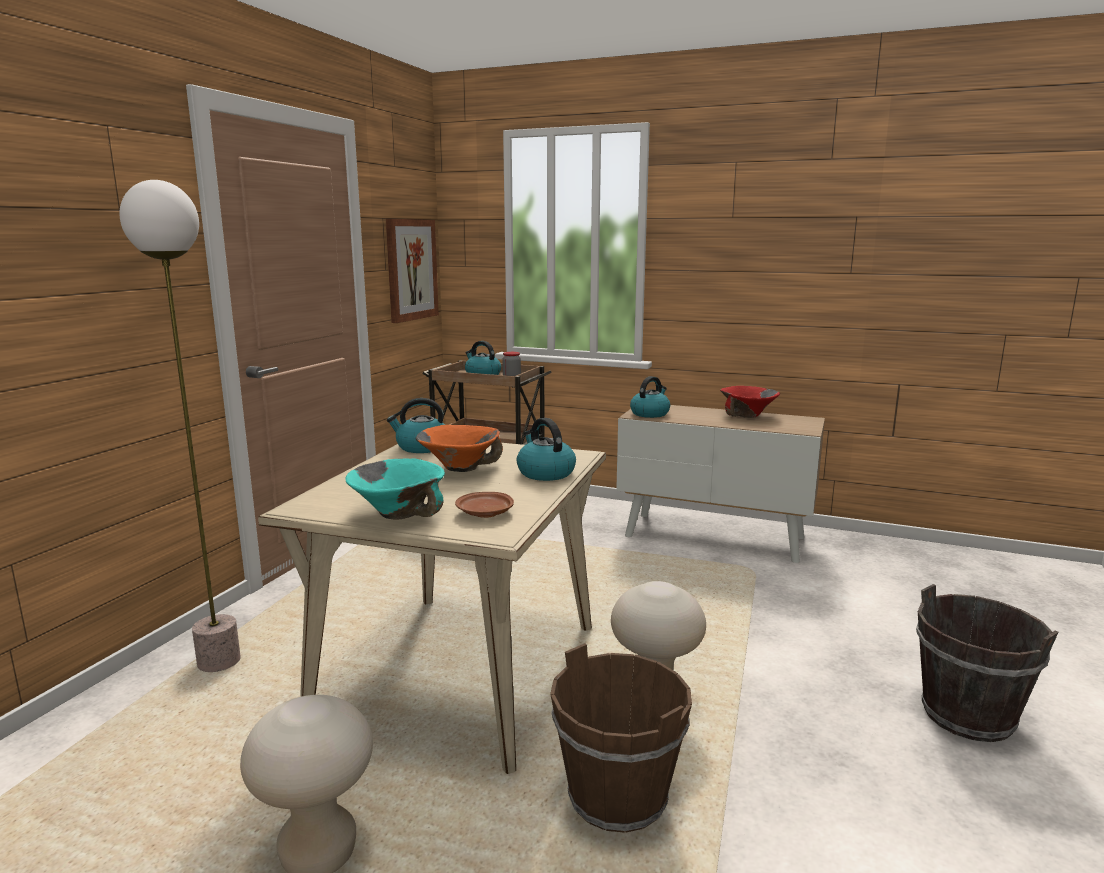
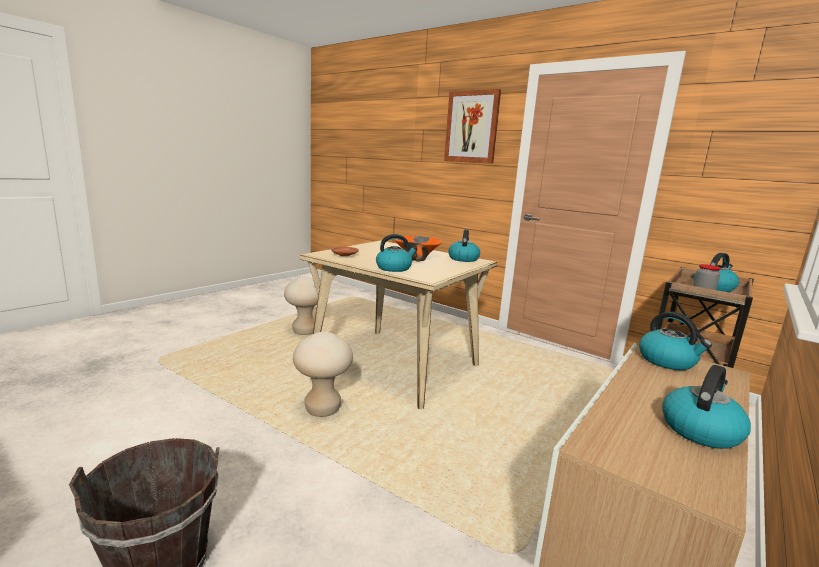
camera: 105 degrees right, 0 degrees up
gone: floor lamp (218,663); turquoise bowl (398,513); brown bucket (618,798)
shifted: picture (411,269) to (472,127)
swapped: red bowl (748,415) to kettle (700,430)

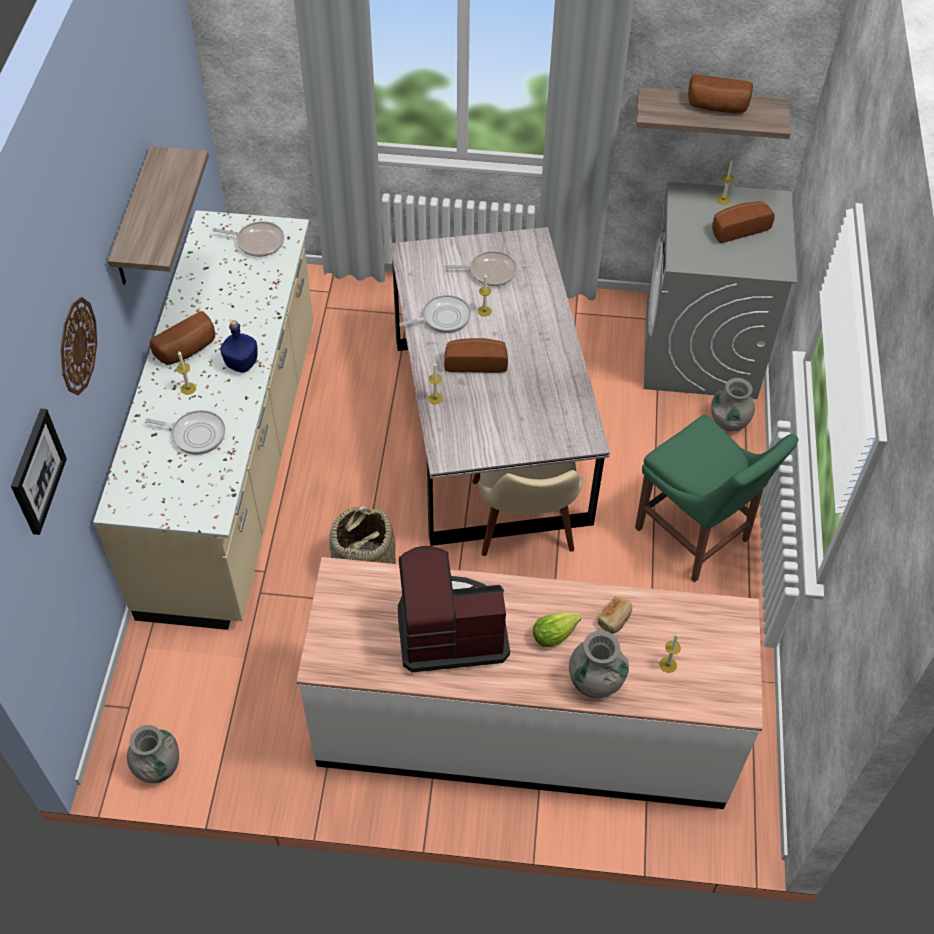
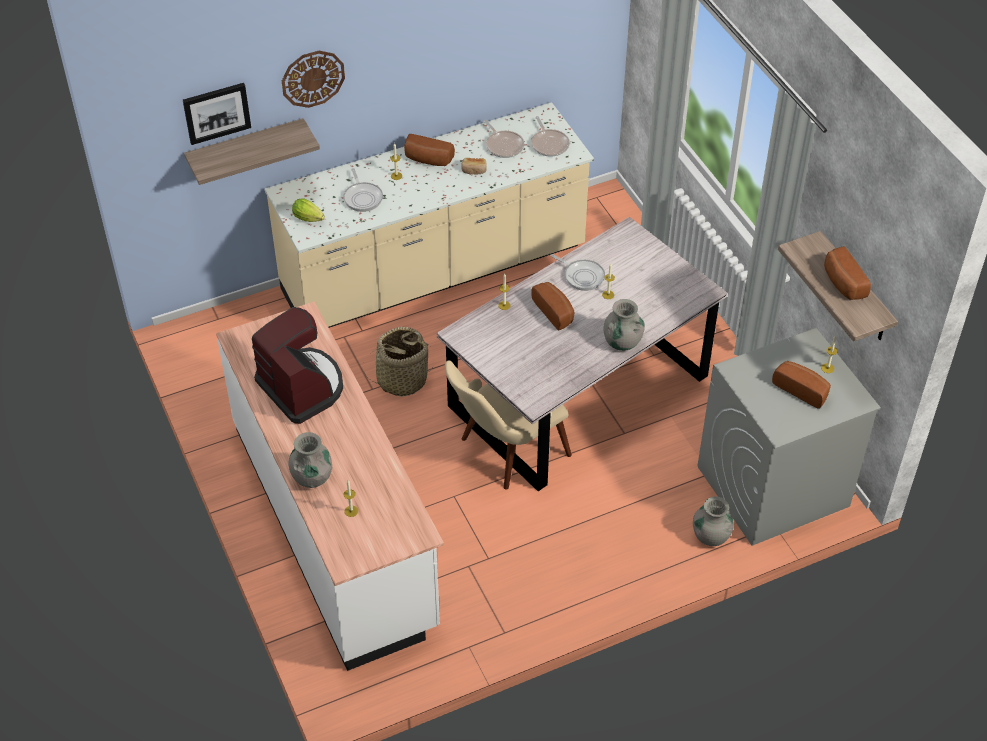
camera: 60 degrees right, 5 degrees down
gone: blue bottle (242,363); green chair (695,538)
shifted: shelf (134,220) to (246,149); lettuce (556,633) to (310,219); bread (615,619) to (474,170); frying pan (489,272) to (503,145); grey vase (158,766) to (622,342)

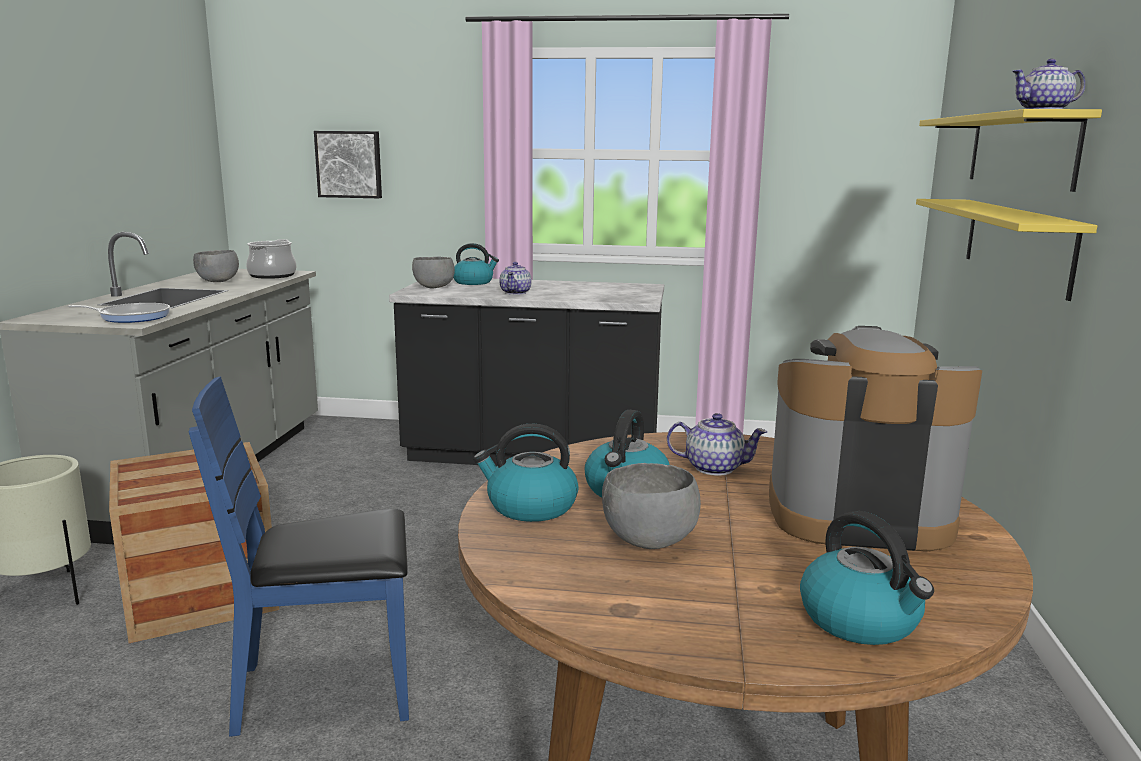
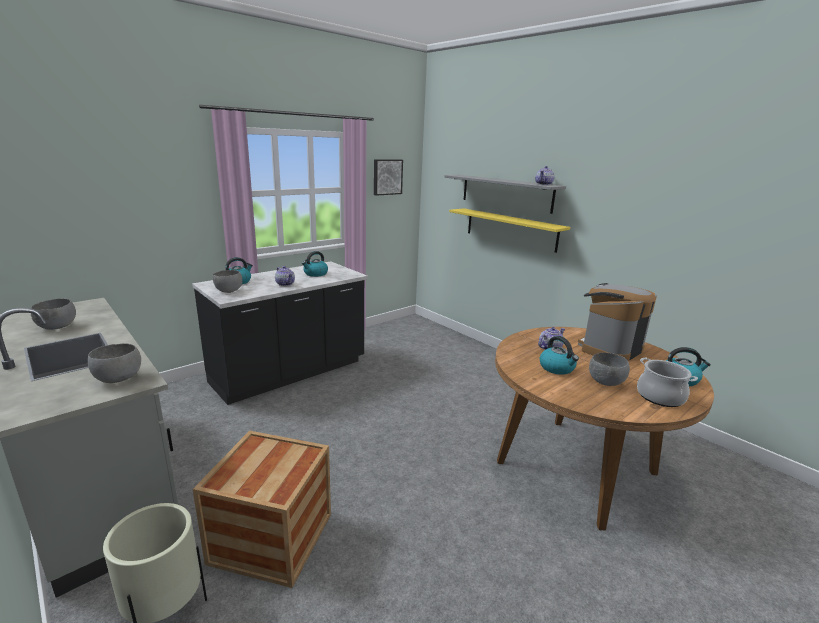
camera: 50 degrees left, 5 degrees up
gone: blue chair (327,689)
shifted: kettle (530,507) to (315,274); picture (349,164) to (387,177); cooking pot (272,275) to (660,397)
swapped: frying pan (131,317) to grey bowl (117,379)
repainted: yellow shelf (1020,150) to grey shelf (506,193)

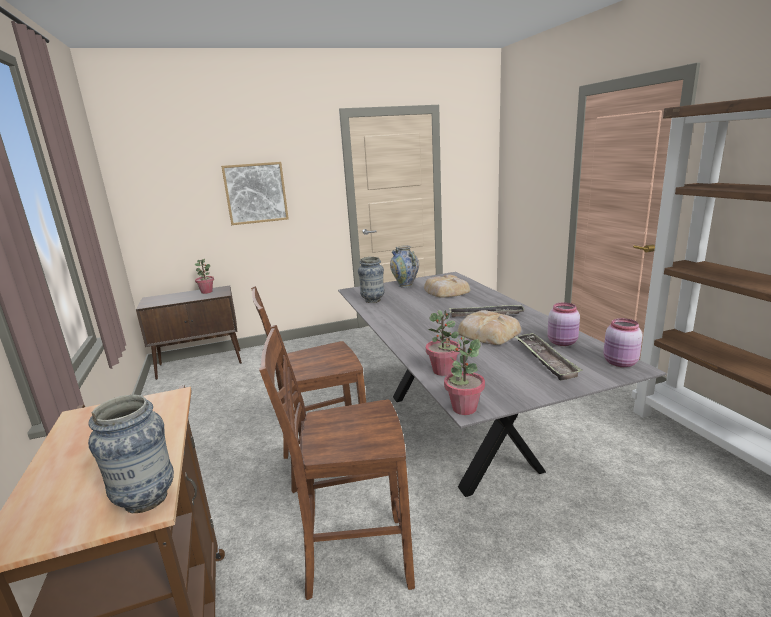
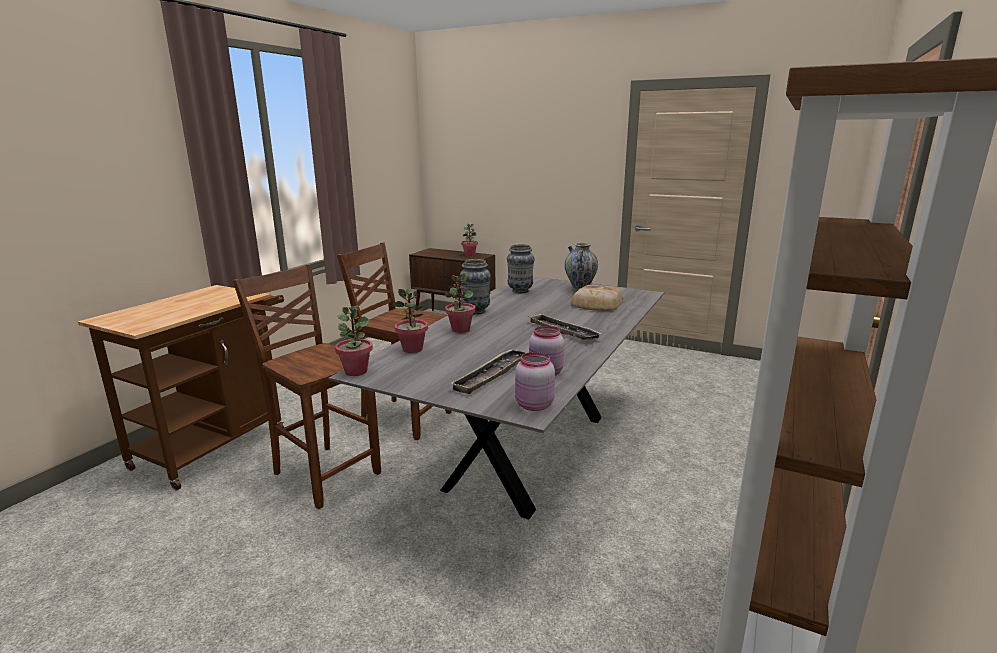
camera: 45 degrees right, 0 degrees up
gone: picture (255,193); bread (488,332)
new: potted plant (460,329)
shifted: vase (146,499) to (475,311)

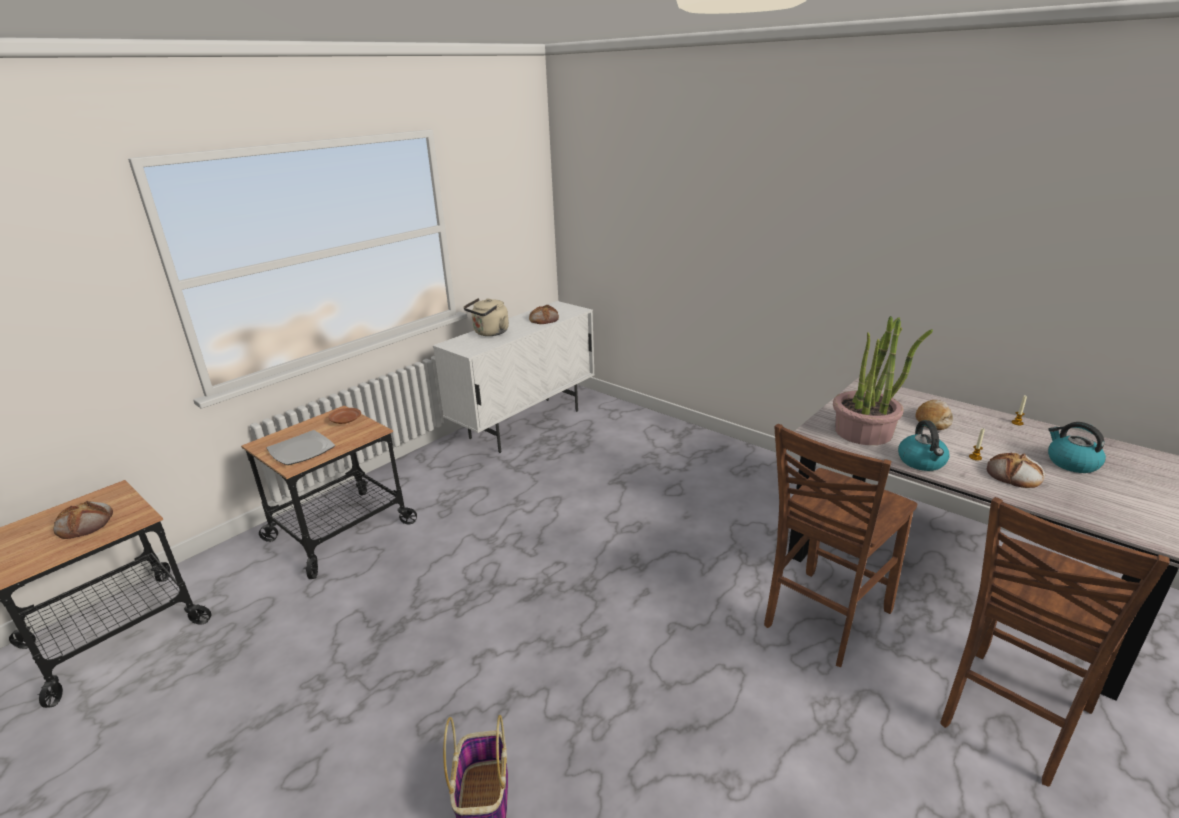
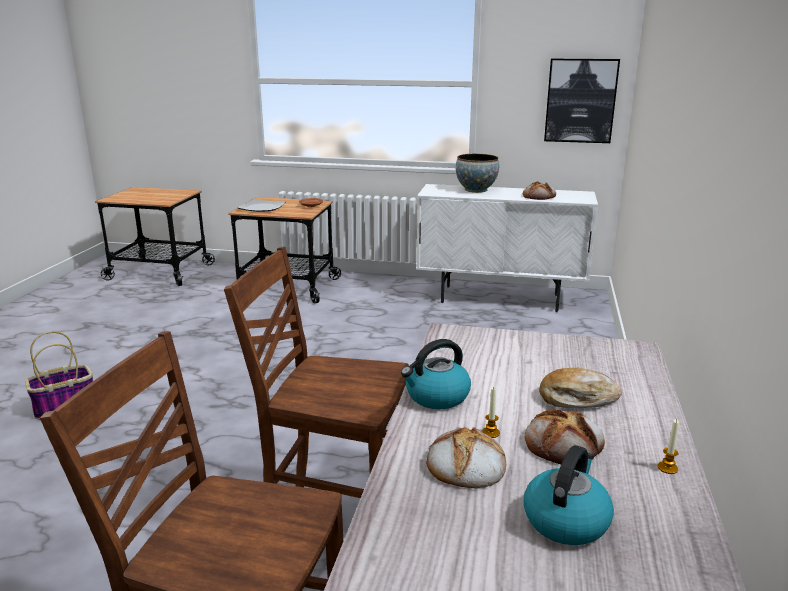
camera: 60 degrees right, 5 degrees down
gone: potted plant (864,432)
new: picture (580,101)
shifted: bread (85,523) to (564,443)
swapped: beige kettle (489,333) to bowl (476,190)

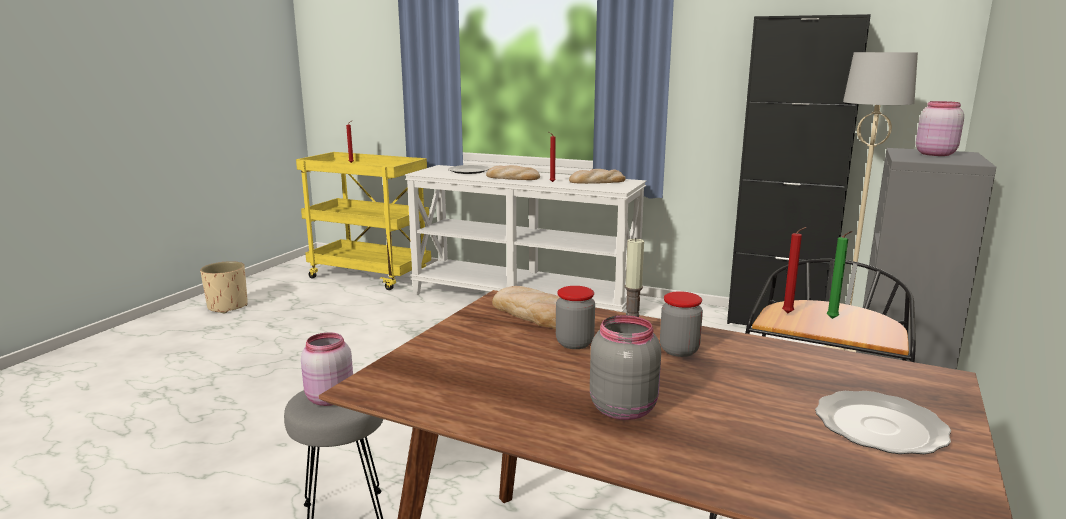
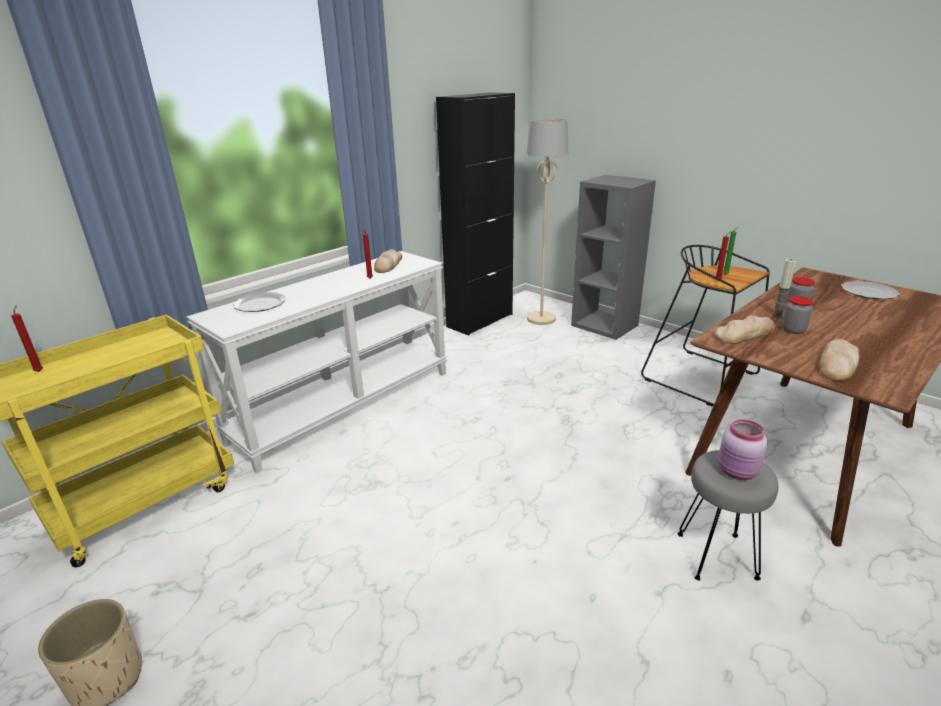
camera: 70 degrees left, 10 degrees up
gone: grey jar (624,408); pink jar (934,154)
shifted: bread (512,177) to (838,364)

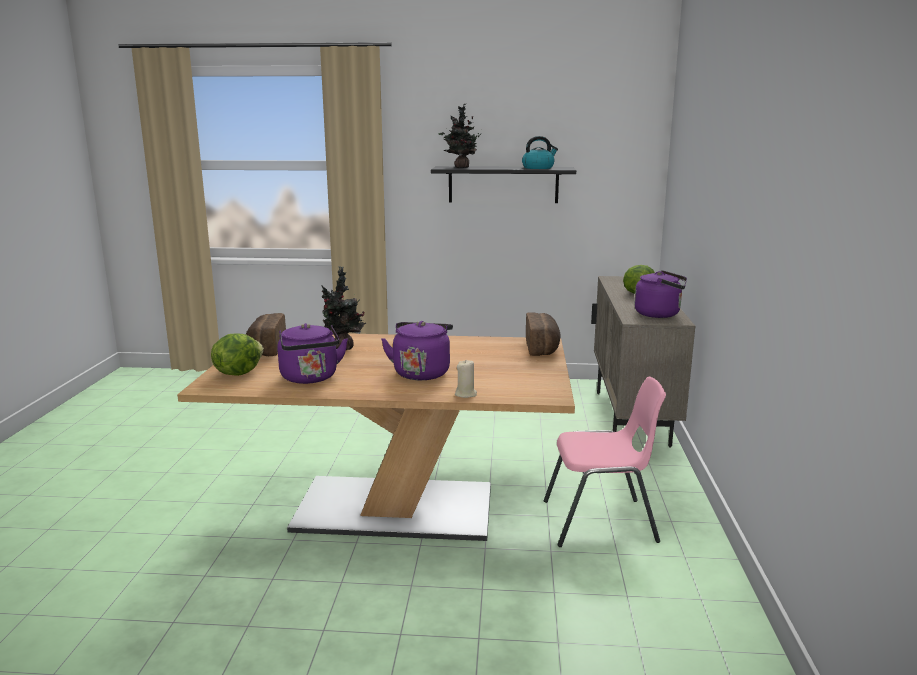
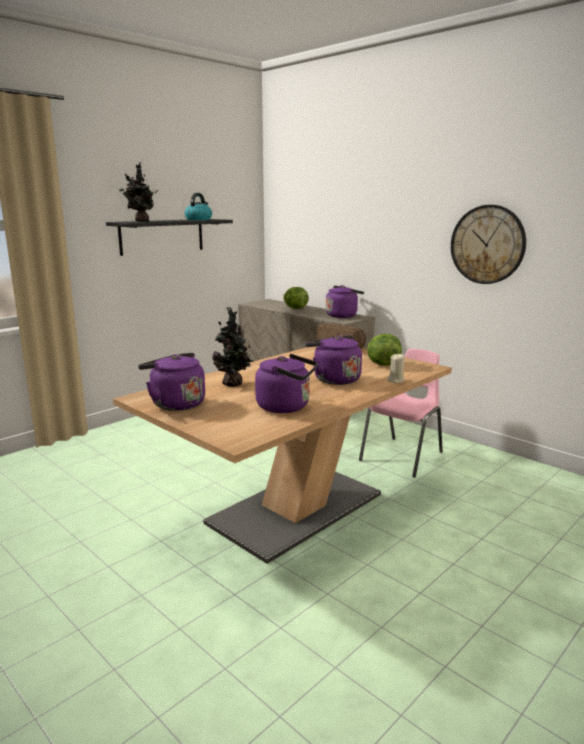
camera: 50 degrees left, 0 degrees up
new: wall clock (487,244)
shifted: lettuce (238,373) to (382,364)
swapped: bread (265,348) to purple kettle (175,404)

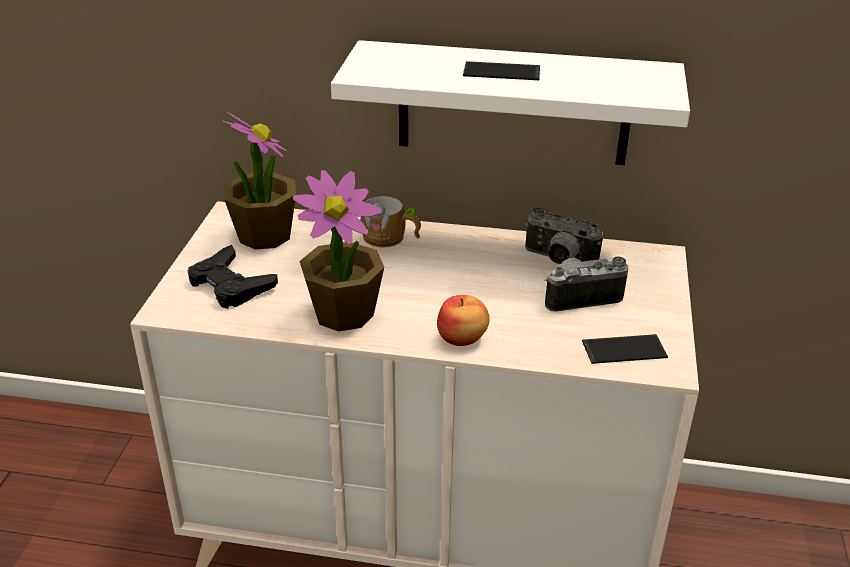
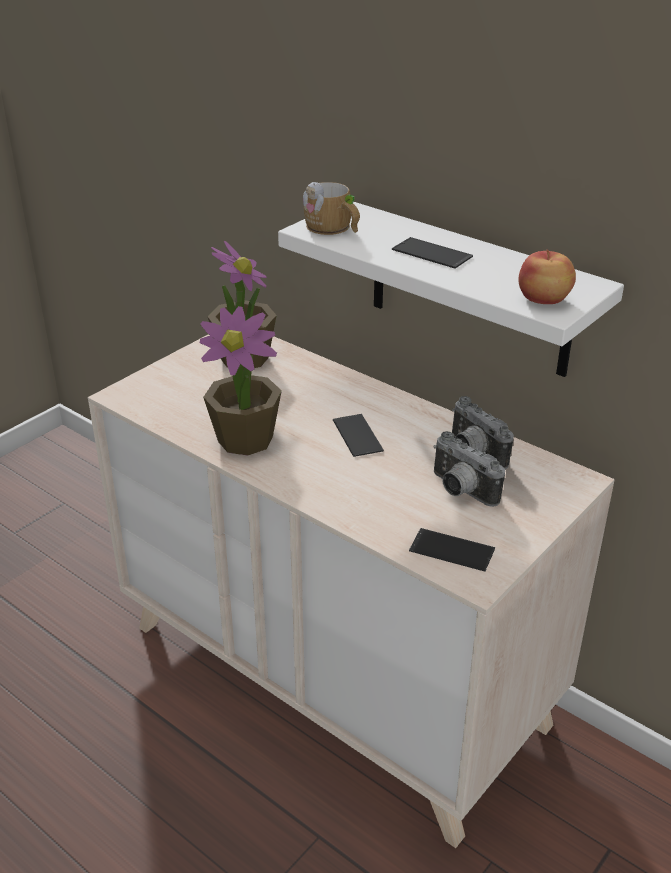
camera: 30 degrees right, 0 degrees up
gone: black game controller (230,285)
new: phone (357,435)
shifted: mug (391,239) to (333,229); apple (462,339) to (544,300)
rotated: photo camera (580,296) = (459,491) 150 degrees counterclockwise

